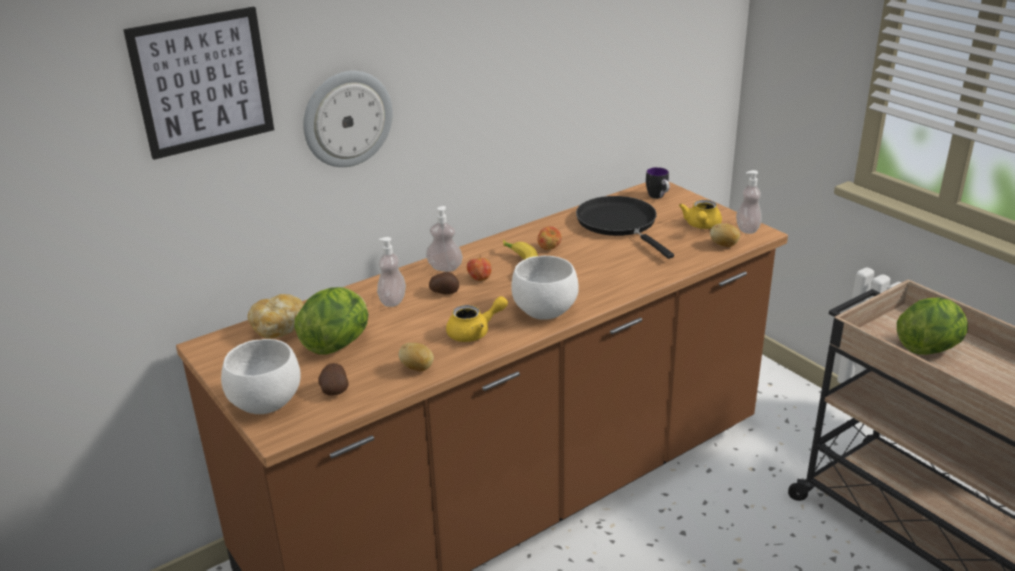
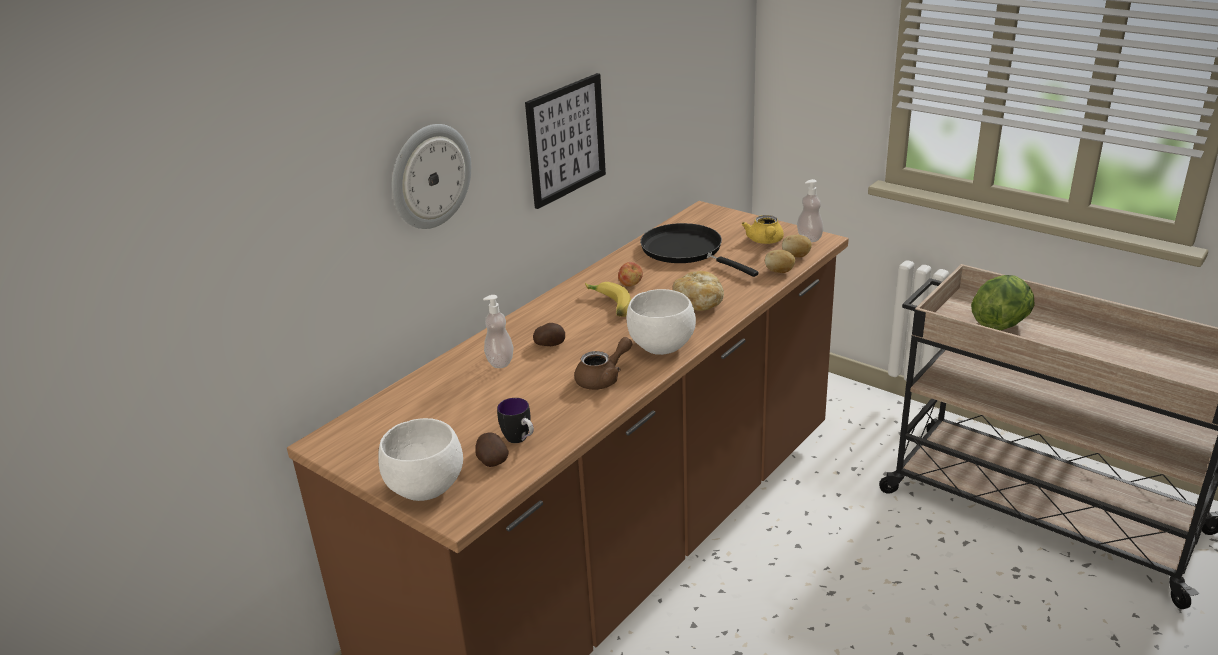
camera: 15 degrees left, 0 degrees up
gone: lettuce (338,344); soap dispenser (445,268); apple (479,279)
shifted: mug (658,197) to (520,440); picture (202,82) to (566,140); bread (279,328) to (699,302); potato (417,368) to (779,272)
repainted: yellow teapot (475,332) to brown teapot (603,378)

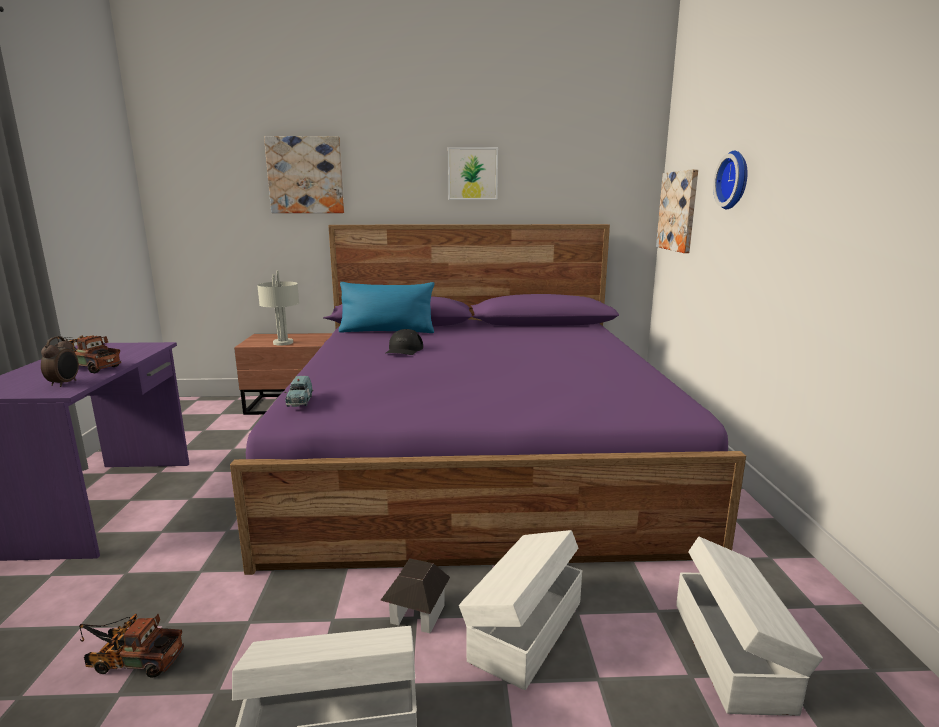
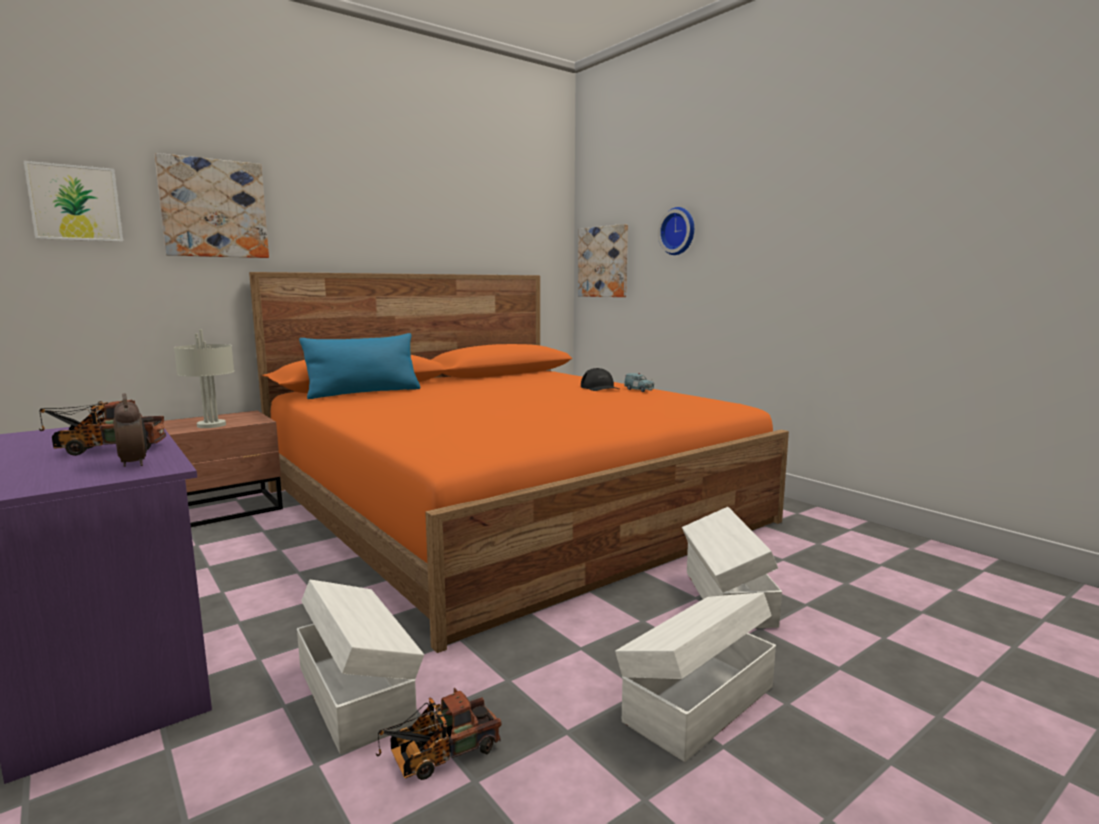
camera: 35 degrees left, 5 degrees down
gone: toy house (417,615)
shifted: picture (472,173) to (75,203); white storage box (732,653) to (357,693); black cap (404,350) to (600,388); blue toy car (299,401) to (639,390)
repainted: purple bed (477,453) to orange bed (506,505)

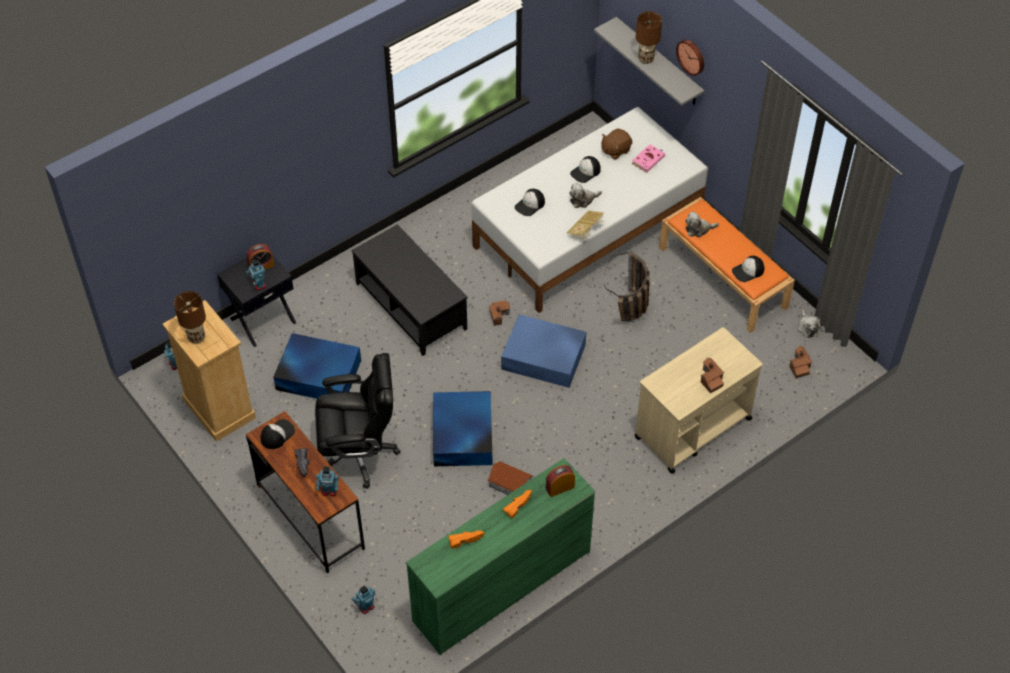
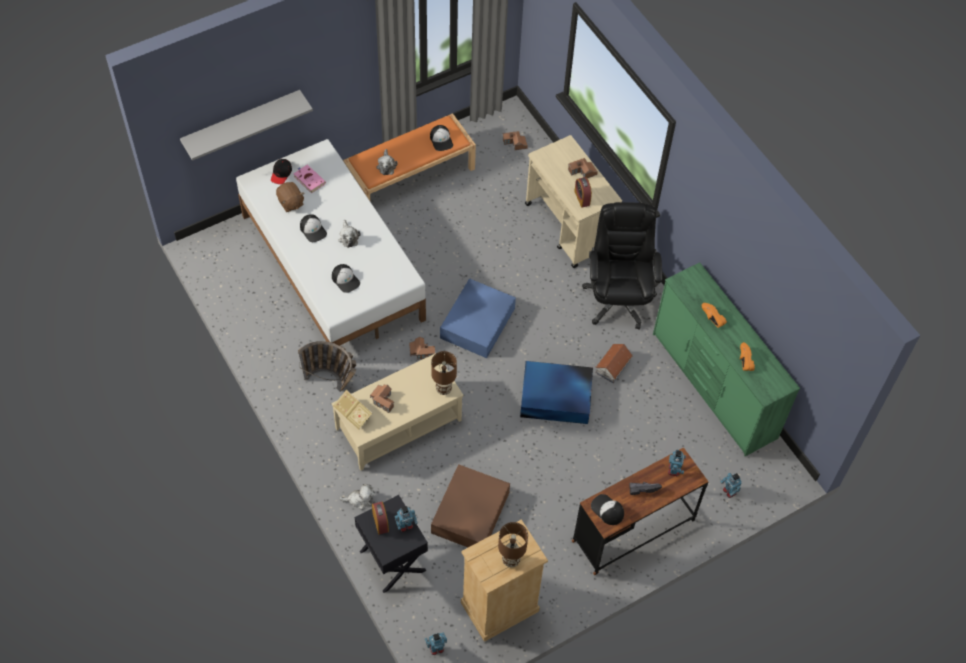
camera: 85 degrees left, 5 degrees up
gone: wall clock (691,56)
new: black cap (281,173); toy house (383,400)
shifted: basket (629,313) to (333,383); book (586,231) to (354,414); plush toy (807,327) to (360,500); brown table lamp (645,59) to (444,389); alarm clock (560,488) to (582,198); black office chair (358,453) to (618,298)
repainted: black coffee table (410,306) to beige coffee table (399,425); blue storage box (317,374) to brown storage box (469,513)

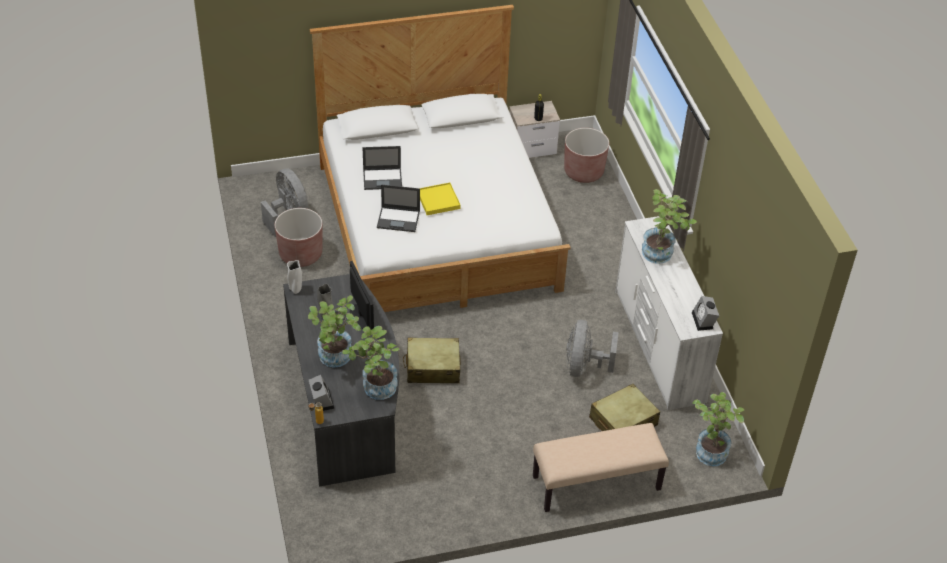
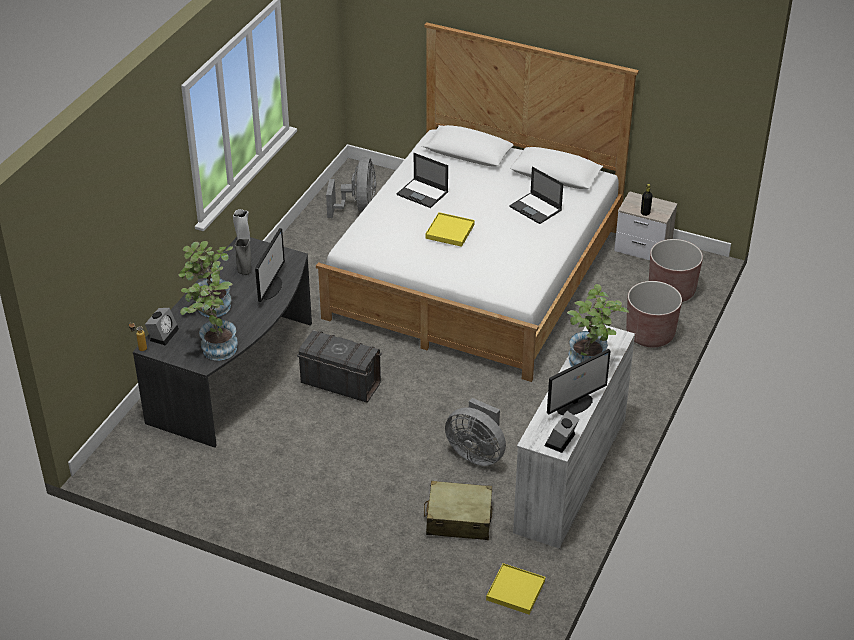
camera: 40 degrees right, 5 degrees down
gone: beige bench (596,484)
new: monitor (575,404)
shifted: laptop (399,219) to (536,208); brown planter (301,254) to (650,334)
swapped: beige suitcase (432,367) to grey storage box (340,383); potted plant (710,449) to yellow tray (515,590)
rotated: grey fan (584,366) = (477,453) 105 degrees counterclockwise

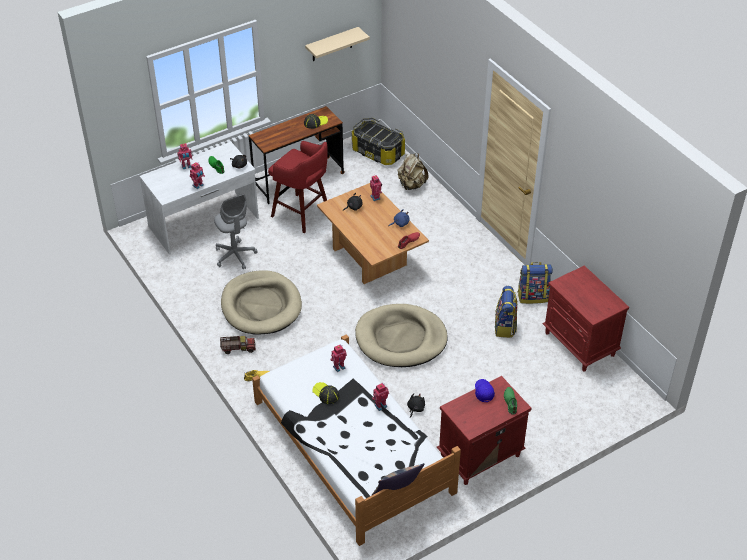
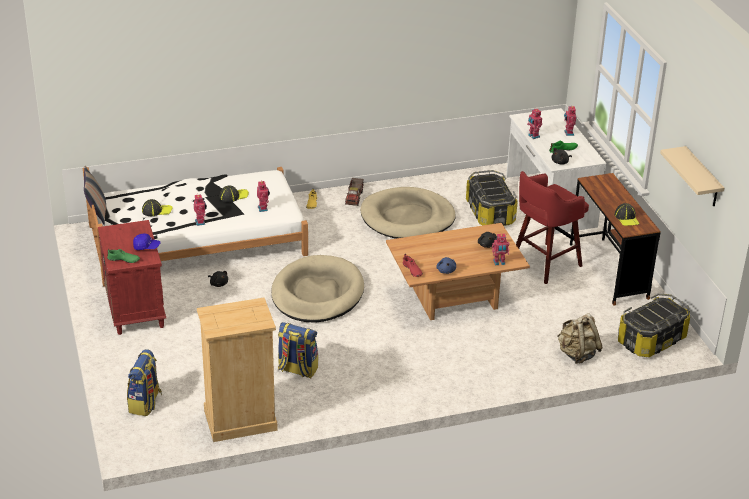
camera: 105 degrees right, 10 degrees down
new: cap (157,210)
shifted: backpack (533,296) to (145,403)
swapped: red nightstand (580,344) to beige dresser (240,420); grey office chair (235,256) to storage box (489,213)

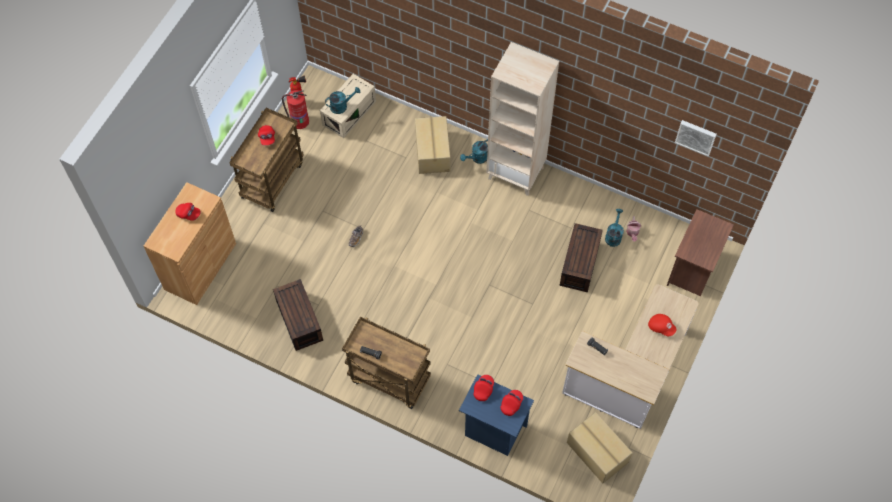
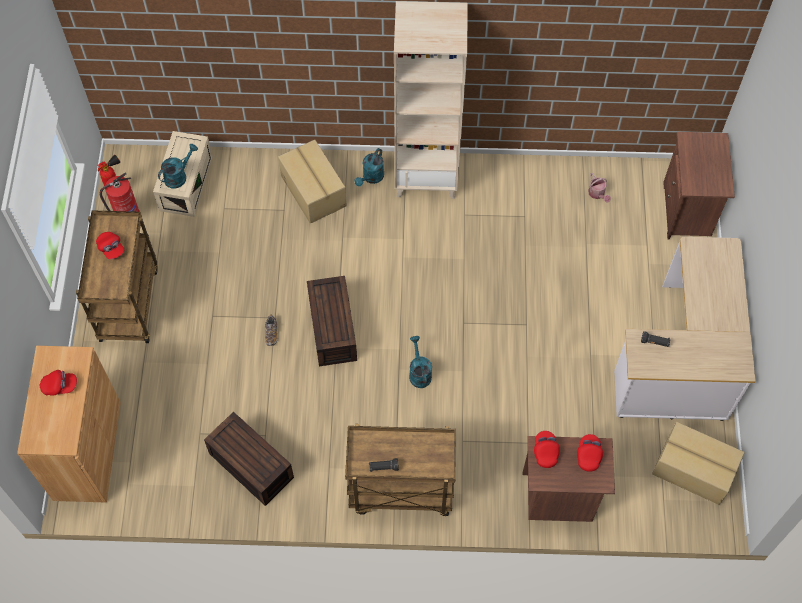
camera: 25 degrees left, 0 degrees up
gone: red cap (661,327); picture (696,136)
shifted: brown storage box (580,265) to (334,330); turquoise watering can (613,235) to (419,372)
repainted: blue nightstand (493,430) to brown nightstand (559,497)

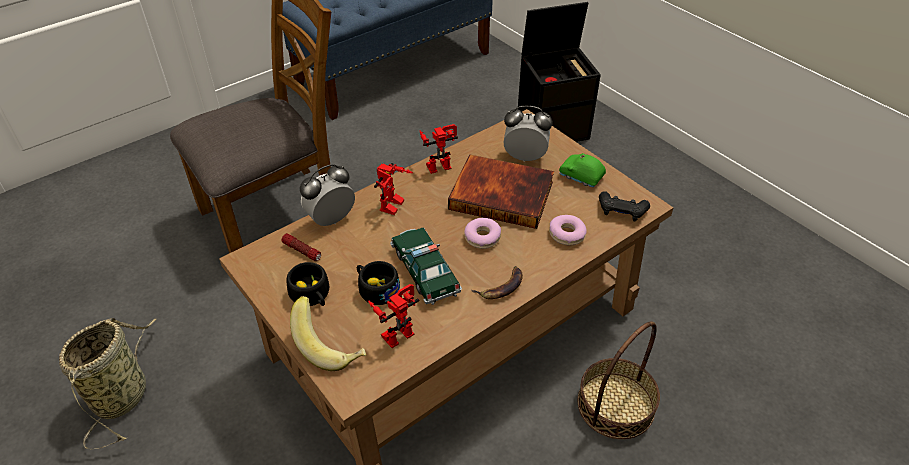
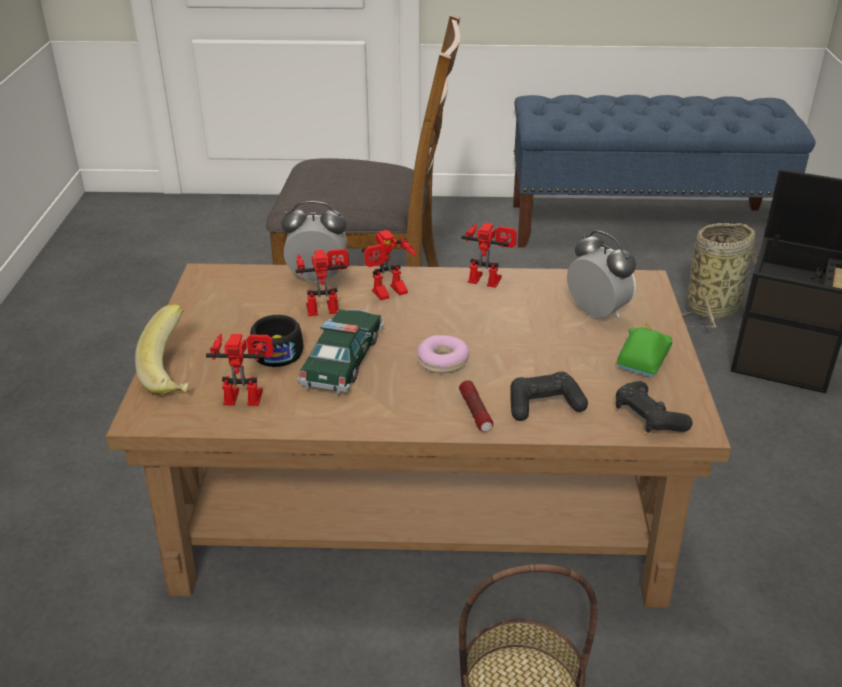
camera: 40 degrees right, 10 degrees down
gone: black cup (312,296); book (502,194); banana (501,287)
new: toy robot (324,306)
shifted: flashlight (302,251) to (475,412); basket (123,394) to (714,307)
swapped: donut (566,234) to black game controller (544,405)
rotated: green toy car (581,177) = (642,361) 45 degrees clockwise

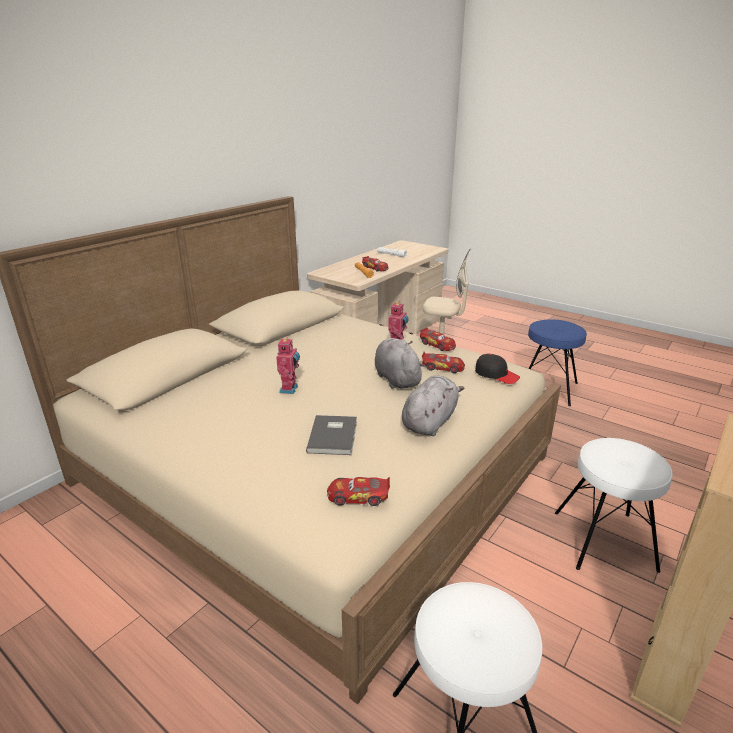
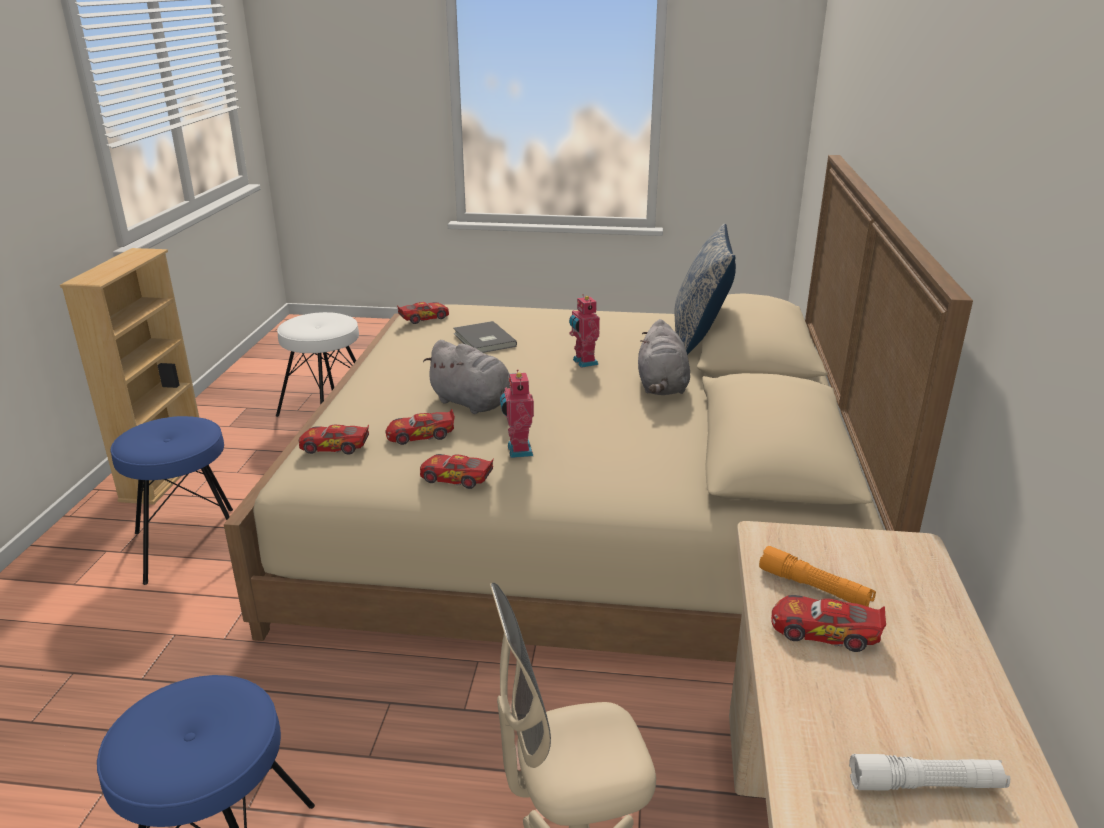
camera: 150 degrees right, 0 degrees up
new: pillow (699,340)
shifted: grey plush toy (430,421) to (662,387)
swapped: black cap (496,375) to toy car (334,447)
repainted: white stool (604,540) to blue stool (190,544)

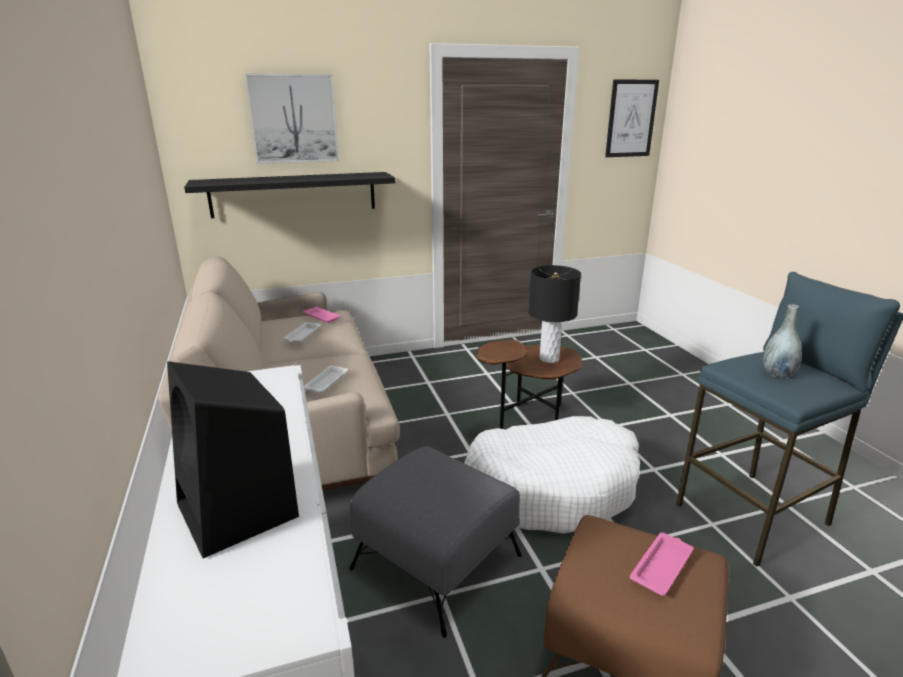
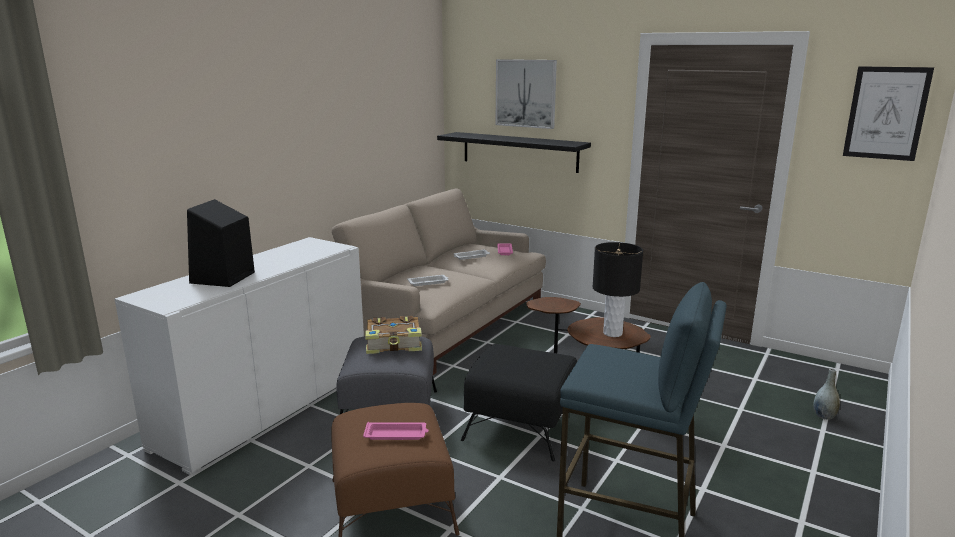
camera: 50 degrees right, 5 degrees down
new: book (394,344)
shifted: grey vase (777,374) to (824,416)
swapped: white dog bed (552,487) to black ottoman (520,425)

